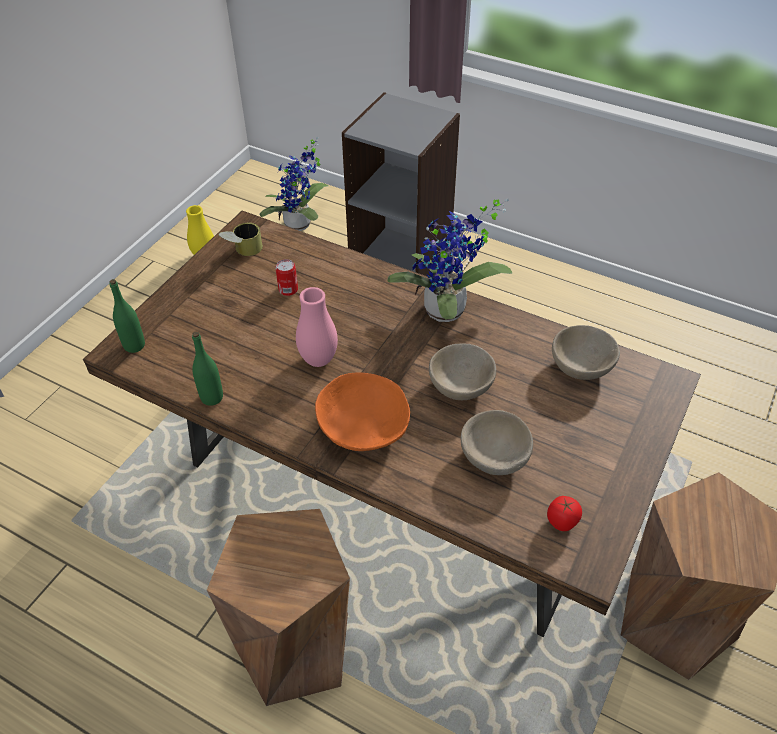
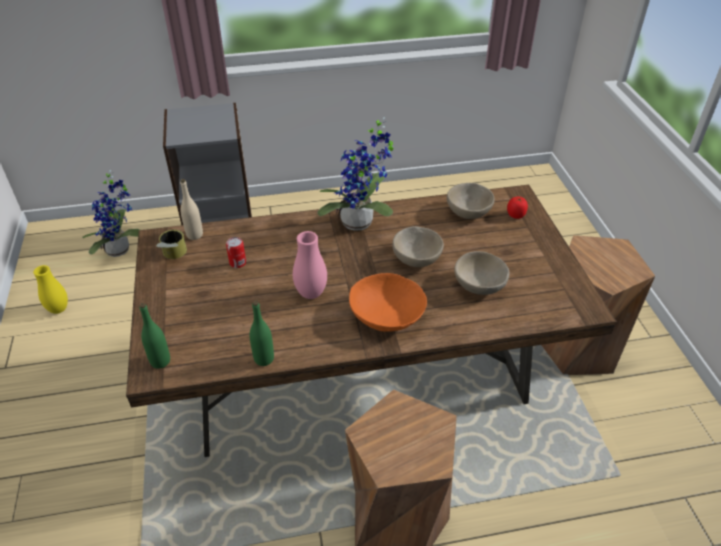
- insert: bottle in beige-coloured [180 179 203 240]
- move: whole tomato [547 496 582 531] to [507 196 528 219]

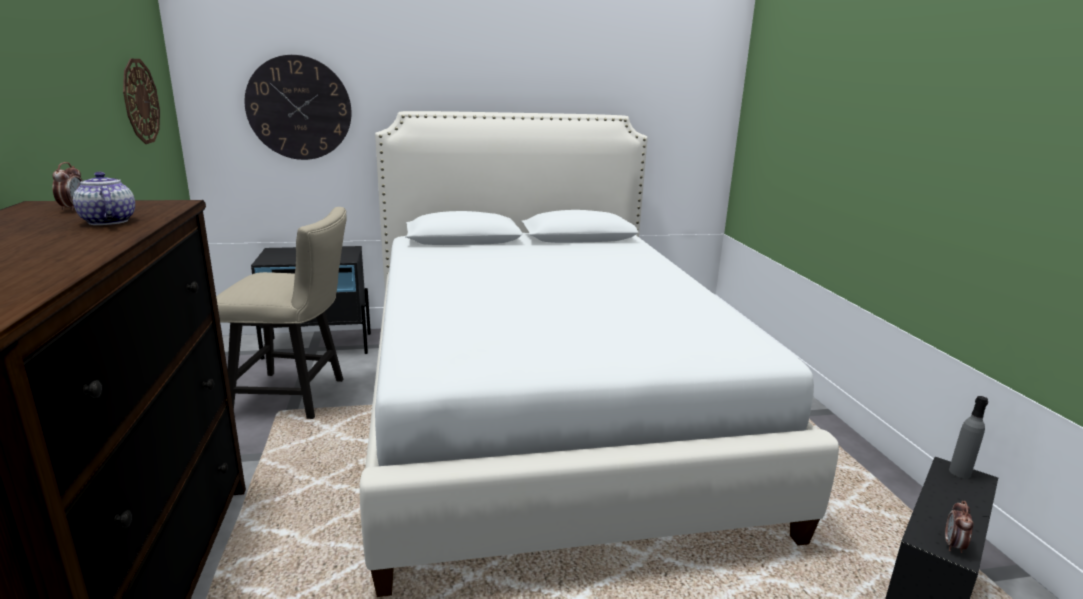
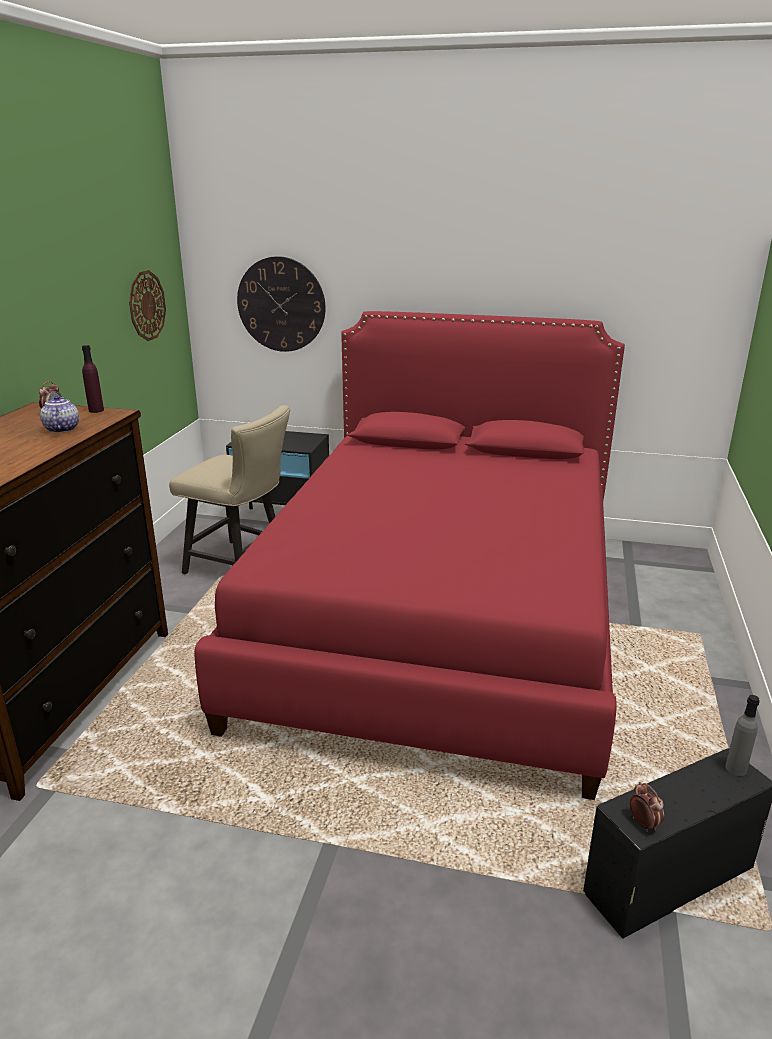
- insert: bottle in purplish [82 345 104 413]
- recolor: bed in white [360 111 839 597] to bed in red [194 311 625 800]
- rotate: table clock [945 501 973 553] = [630 782 664 832] 105 degrees clockwise

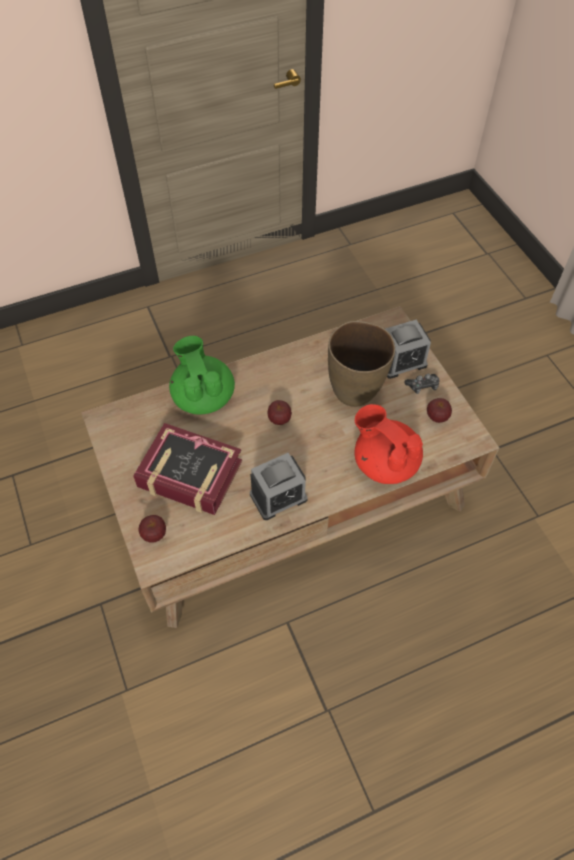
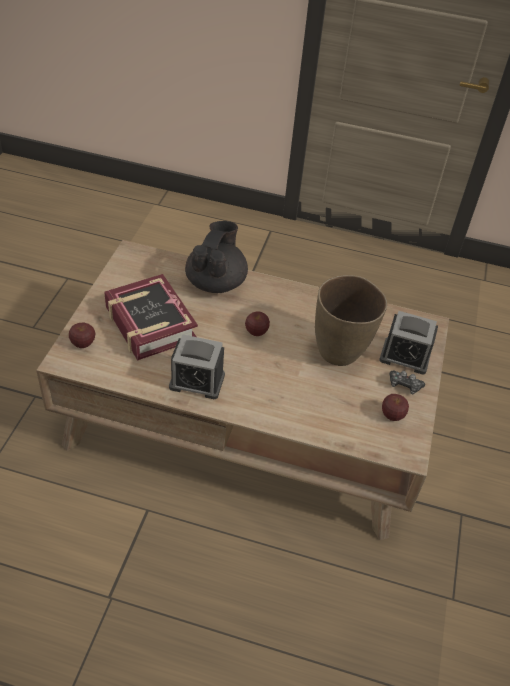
- recolor: tea pot in greenish [169 336 235 414] to tea pot in black-coloured [185 221 248 293]
- delete: tea pot in red [355 404 423 484]

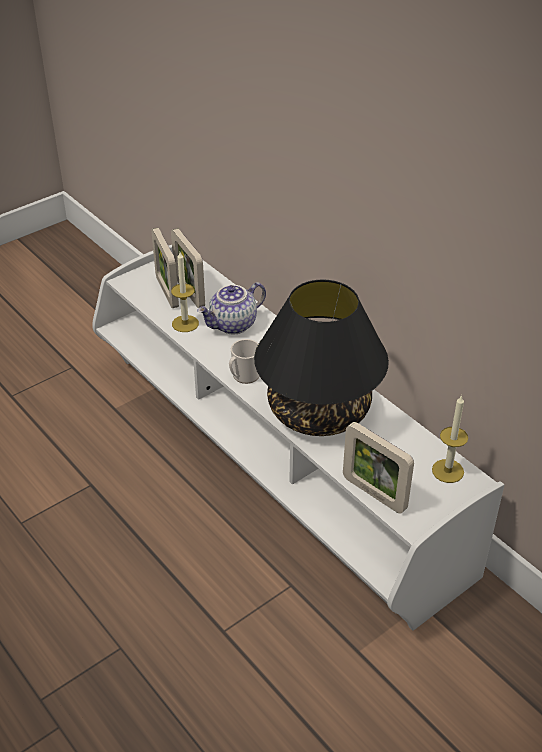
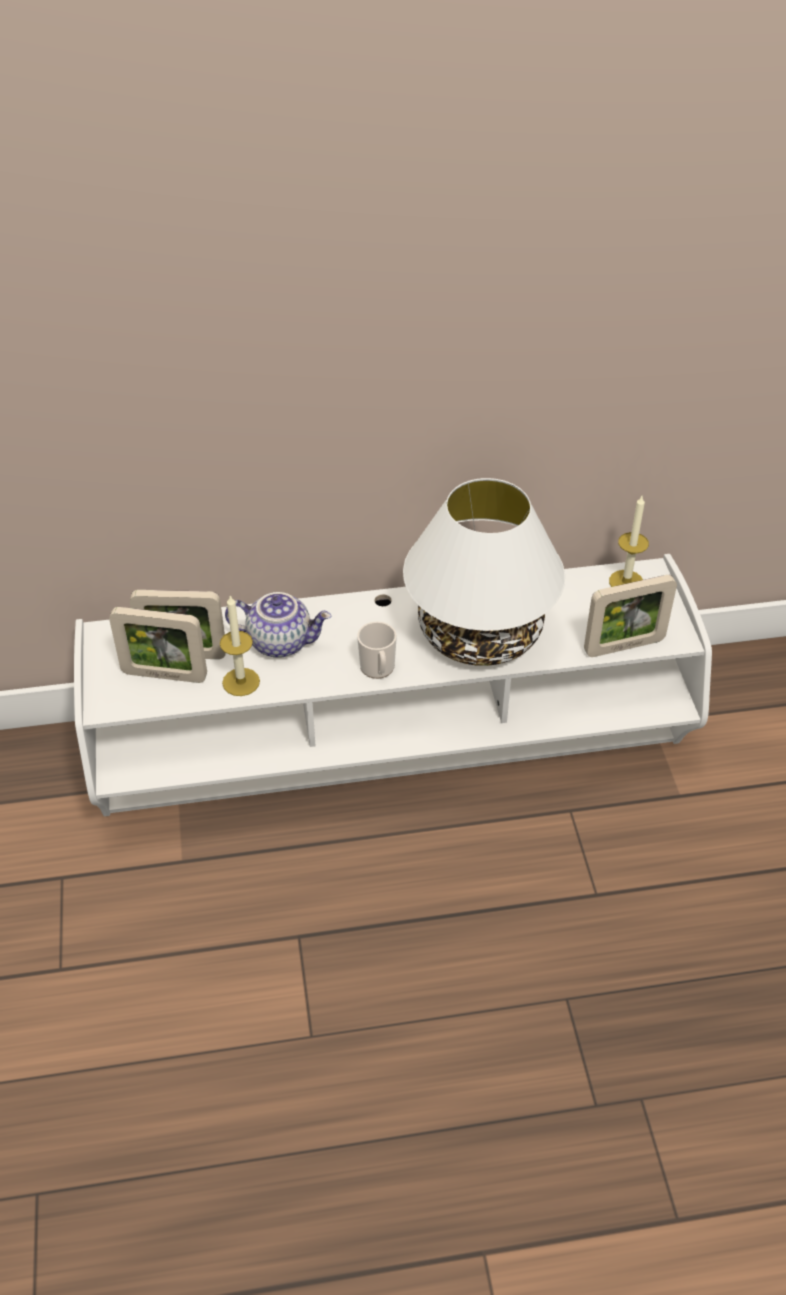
- rotate: tea pot [197 282 266 334] = [225 592 331 658] 75 degrees counterclockwise
- recolor: lamp for a table in black-coloured [254 280 389 436] to lamp for a table in white [403 478 565 666]

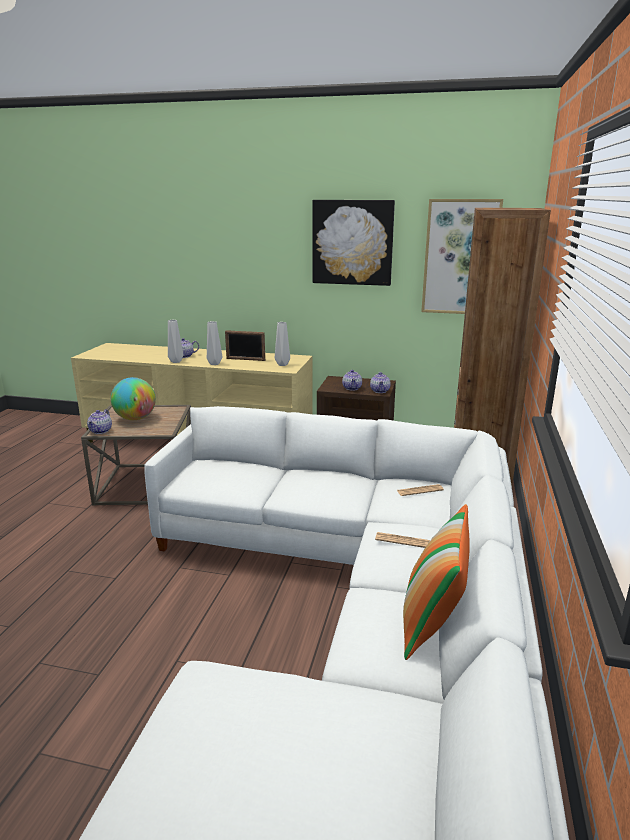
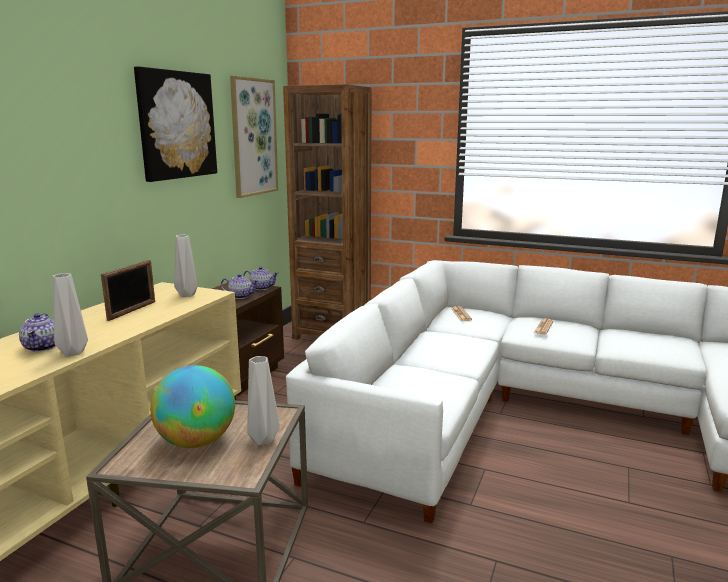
- move: vase in gray [207 321 222 365] to [247 356 280 445]
- delete: tea pot [87 409 112 434]
- delete: pillow [403 504 470 660]

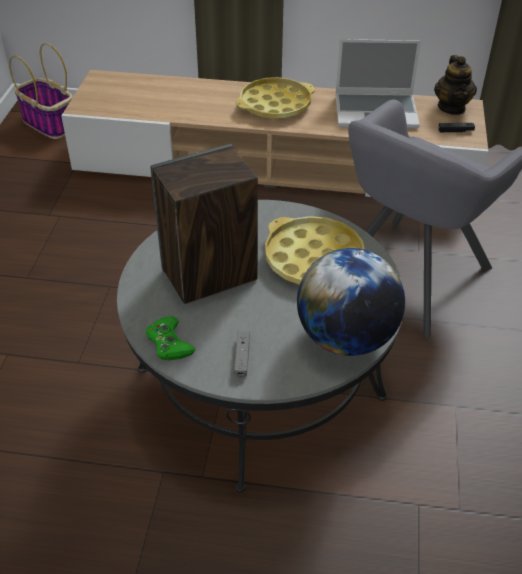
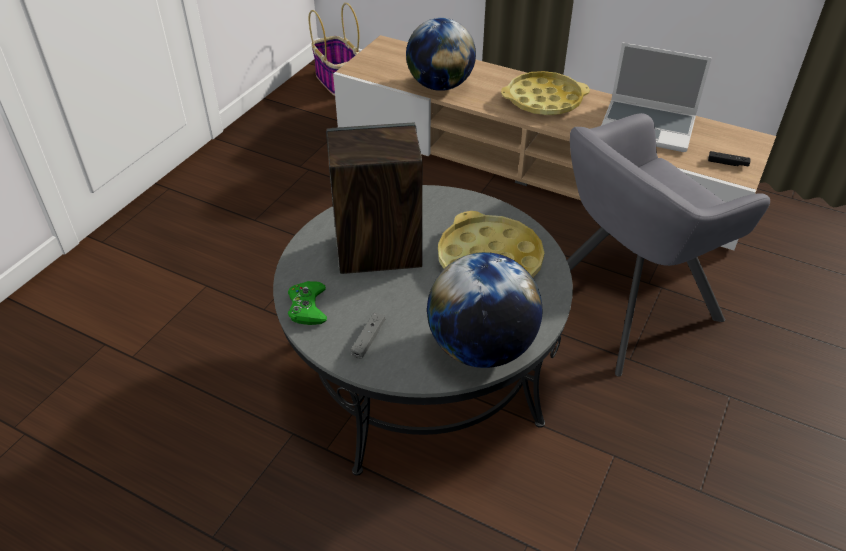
- insert: globe [406 18 476 91]
- delete: tea pot [434 55 477 115]

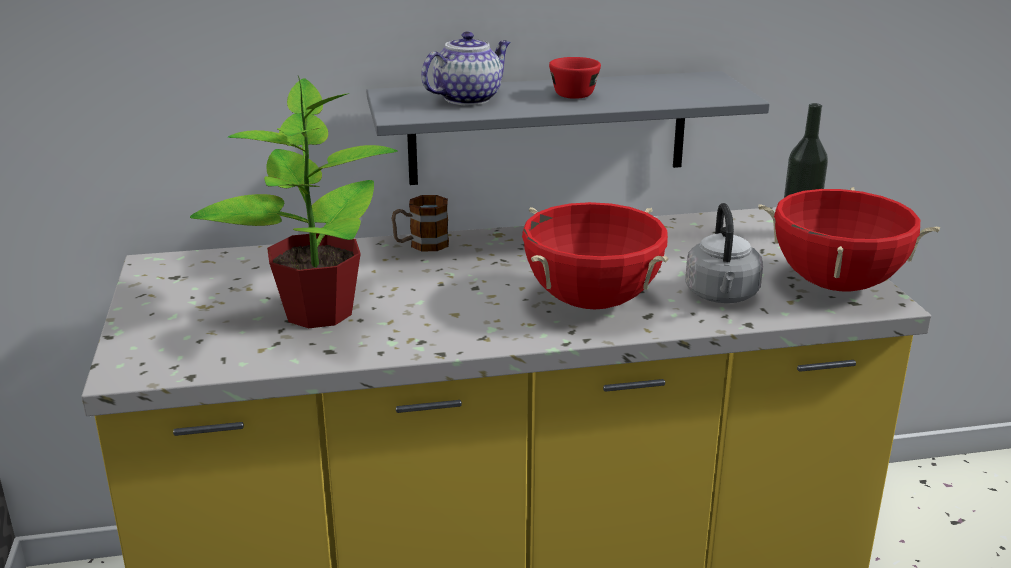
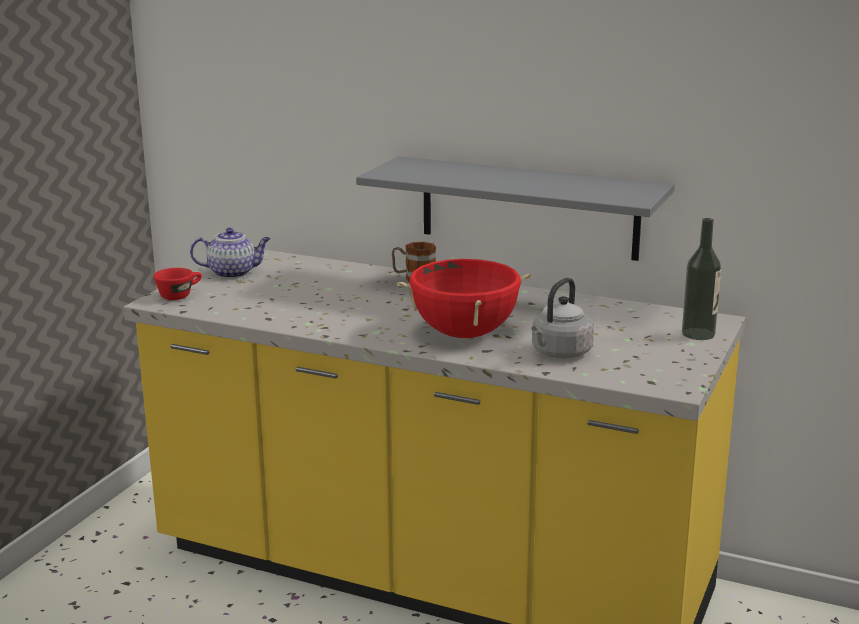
- move: cup in red [549 57 601 99] to [154 268 202 300]
- move: tea pot [421 31 511 105] to [190 228 271 278]
- delete: houseplant [190 76 398 328]
- delete: stockpot in red [758 187 940 291]

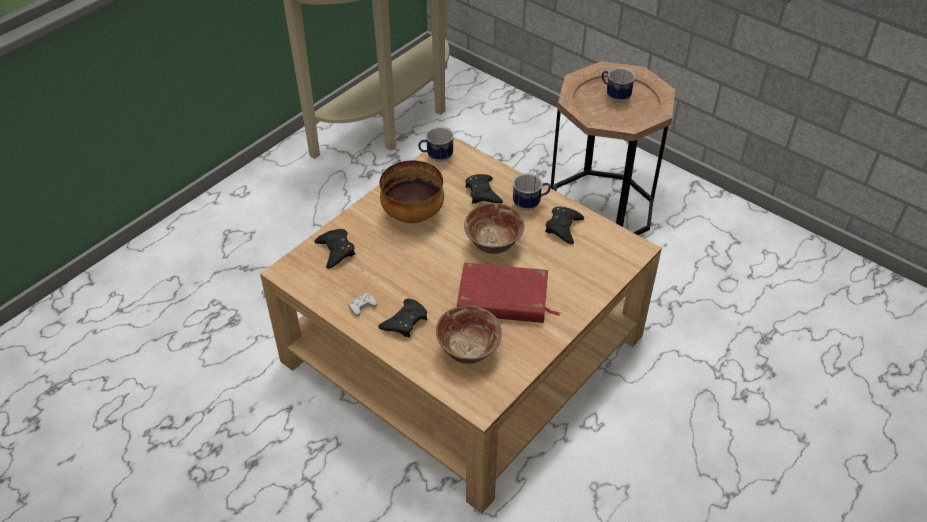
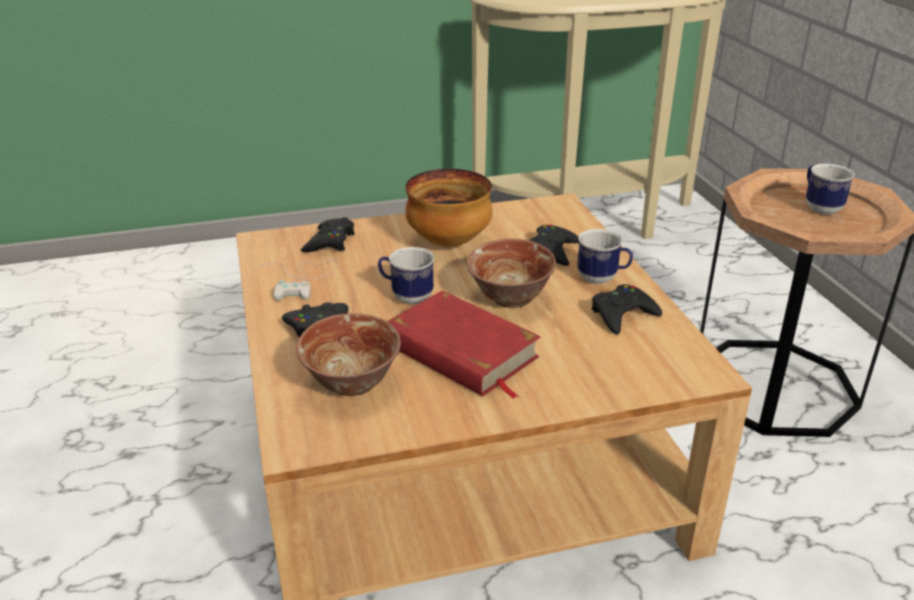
- move: tea mug [418 126 454 162] to [378 247 434 304]

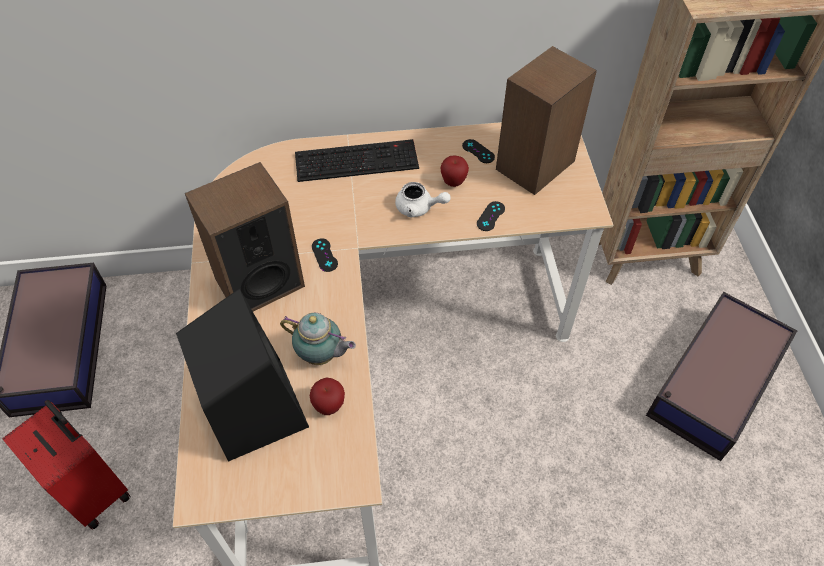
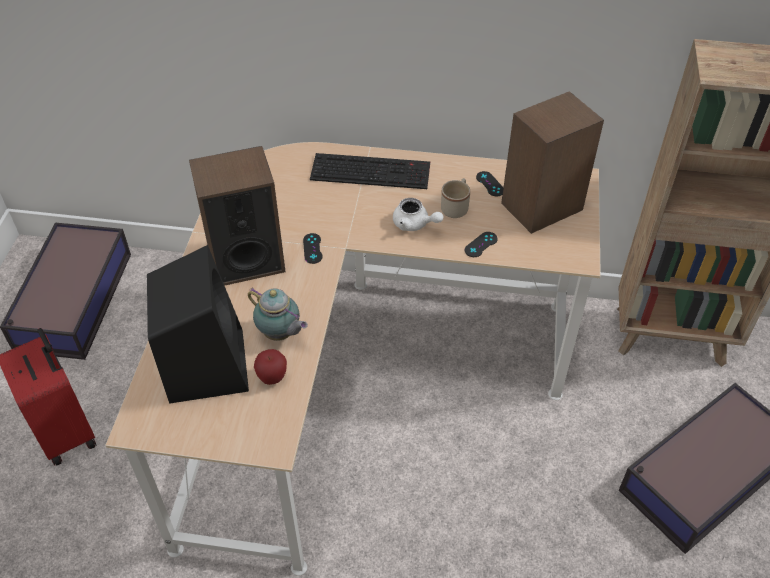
- replace: whole apple [441 155 469 187] to tea mug in beige-coloured [441 178 470 218]

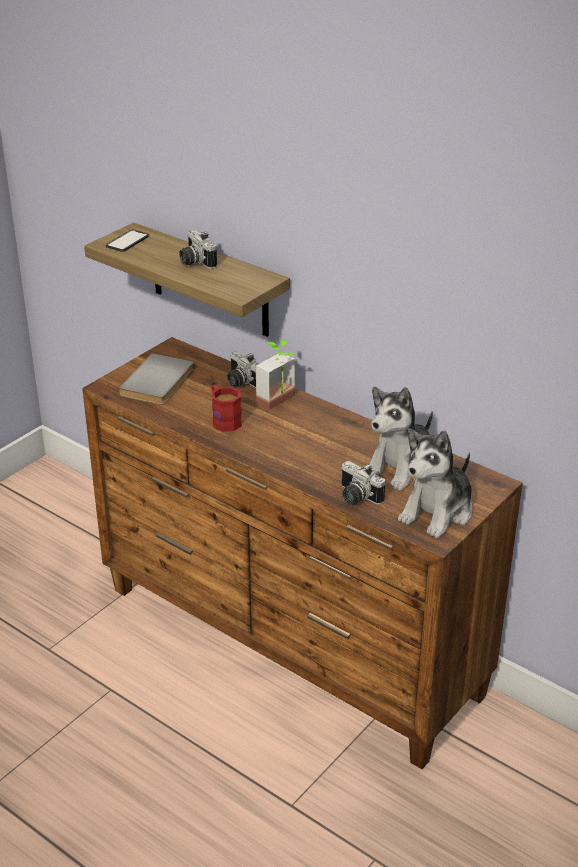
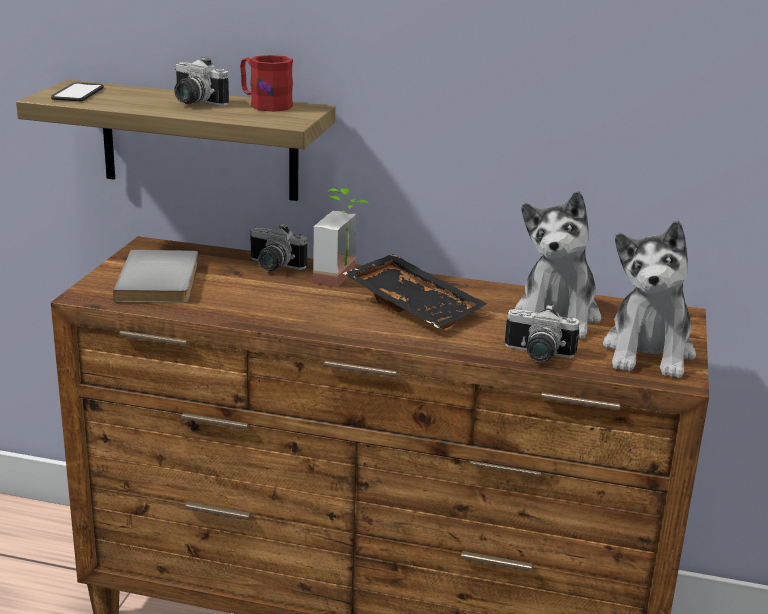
- move: tea mug in red [211 385 242 432] to [240 55 293 112]
- insert: serving tray in black-coloured [343 254 487 329]

